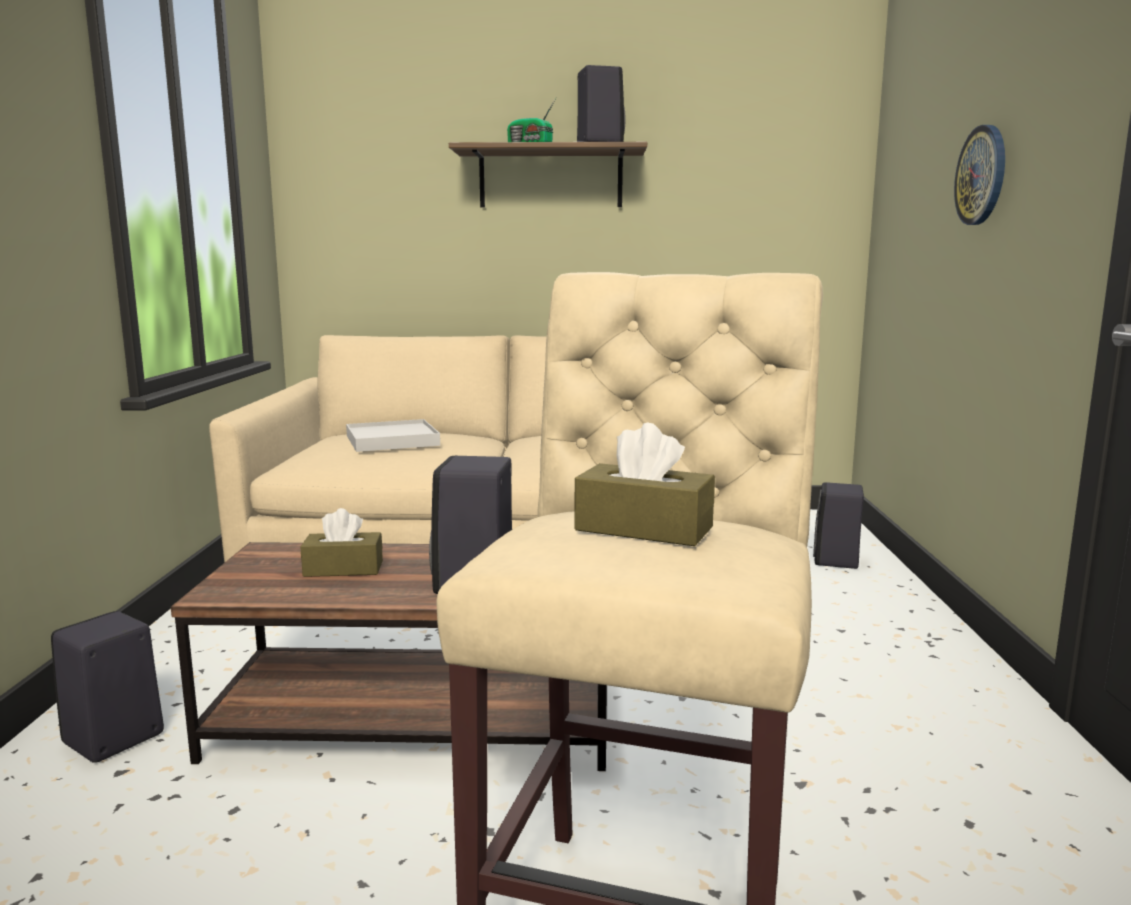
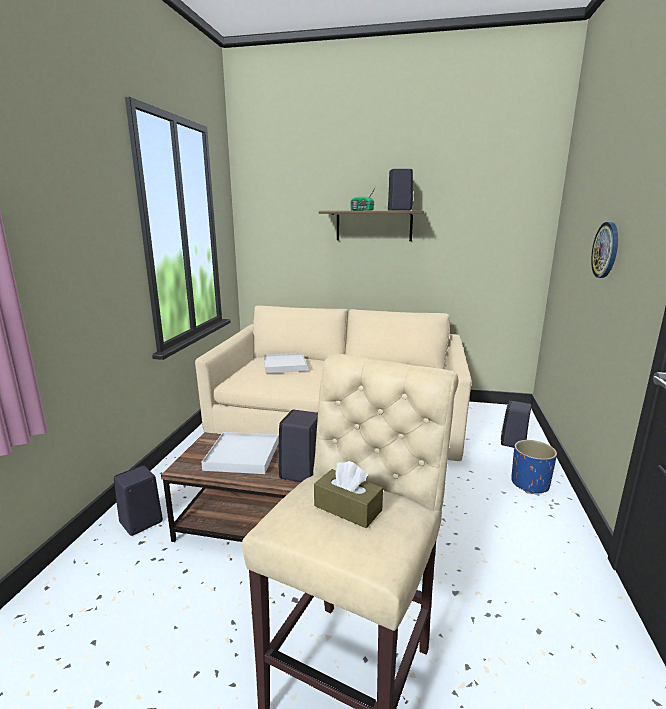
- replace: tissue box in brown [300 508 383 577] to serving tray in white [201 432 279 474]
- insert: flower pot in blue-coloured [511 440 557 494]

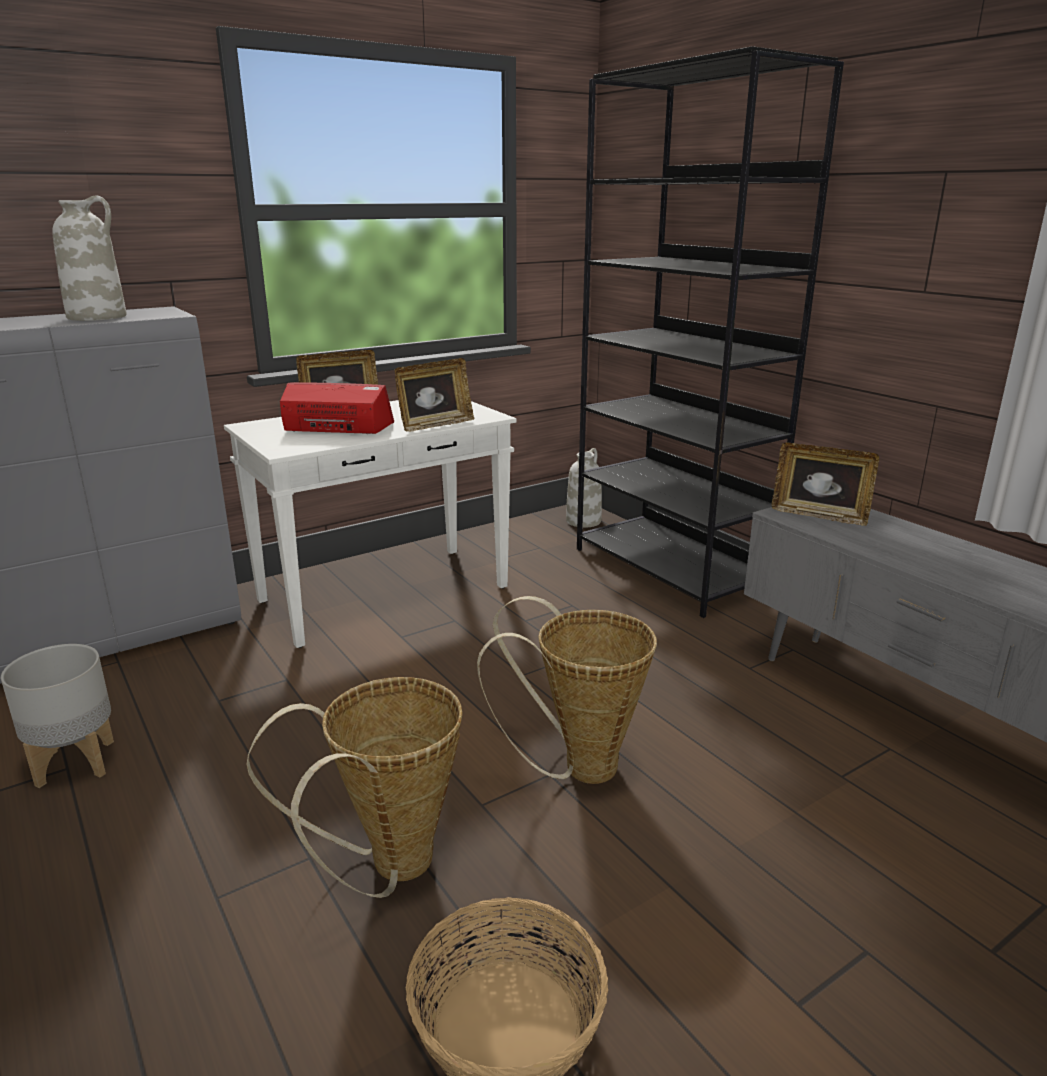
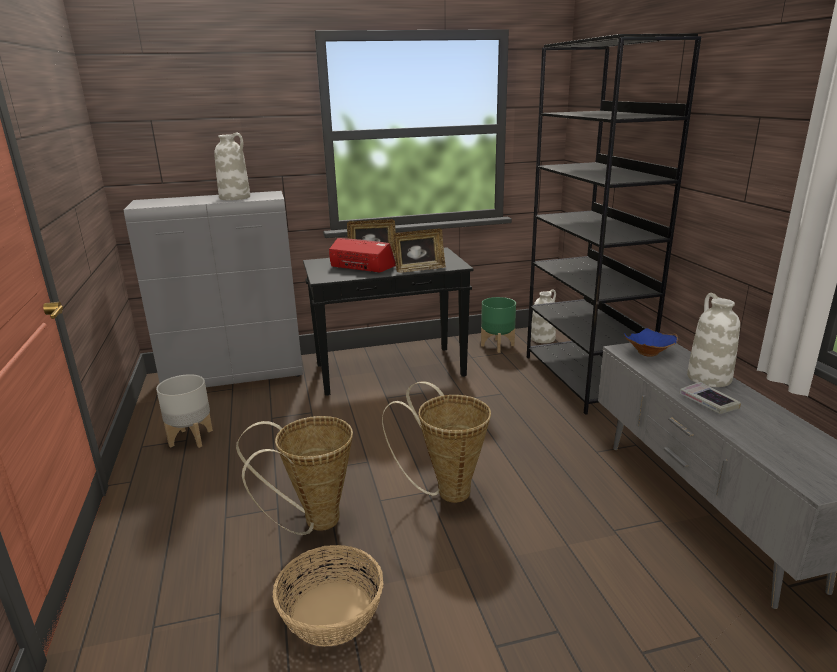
- recolor: console table in white [224 400 516 648] to console table in black-coloured [303 247 473 396]
- insert: flower pot in greenish [481 297 516 353]
- replace: standing frame [772 443 879 526] to bowl in blue-coloured [624 328 678 357]
- insert: book [679 382 741 414]
- insert: vase in white [687 293 740 387]

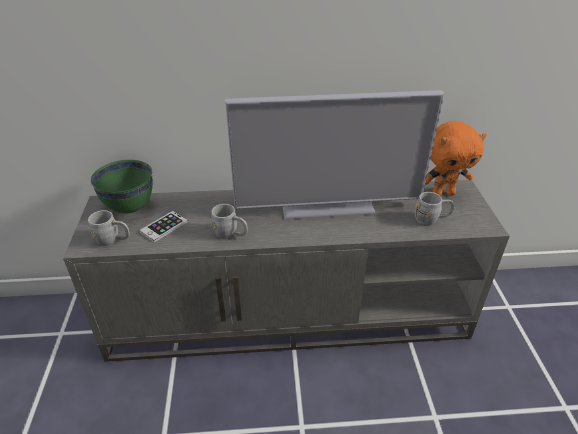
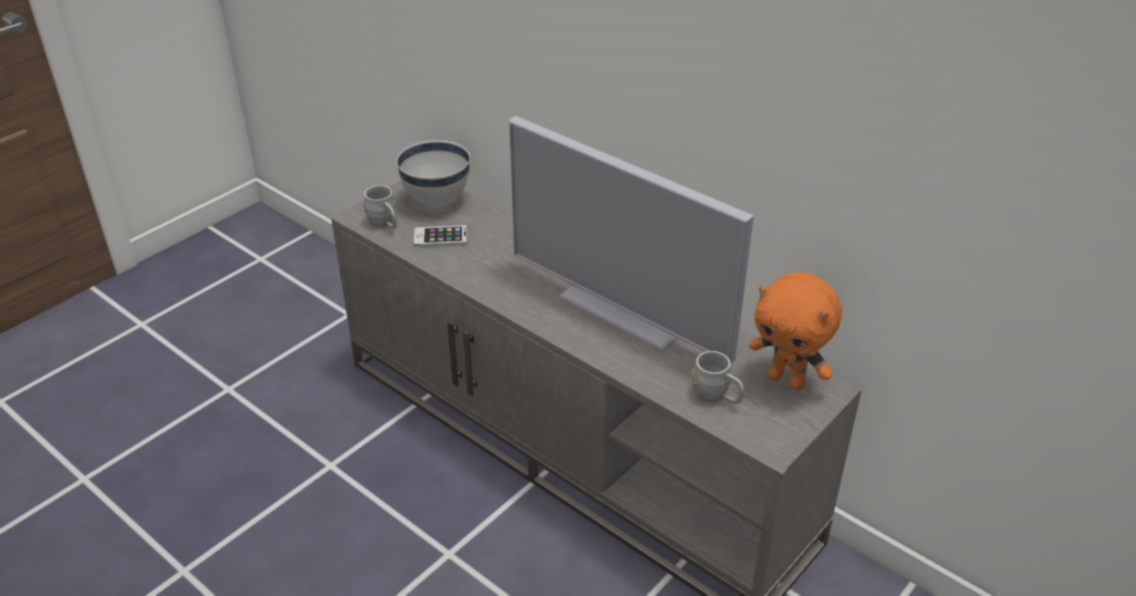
- recolor: bowl in greenish [91 160 153 213] to bowl in white [396 140 470 207]
- delete: tea mug in gray [211 204 248 239]

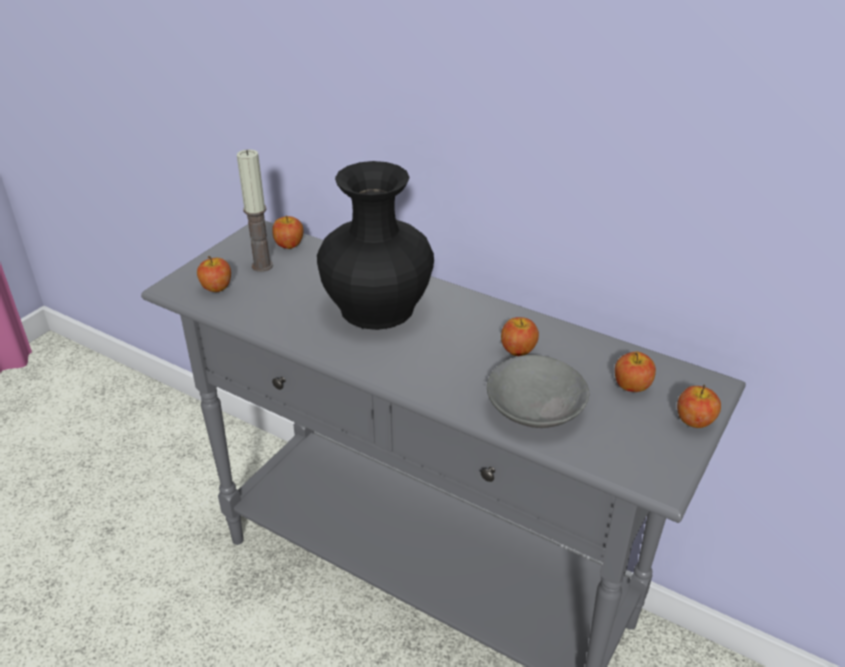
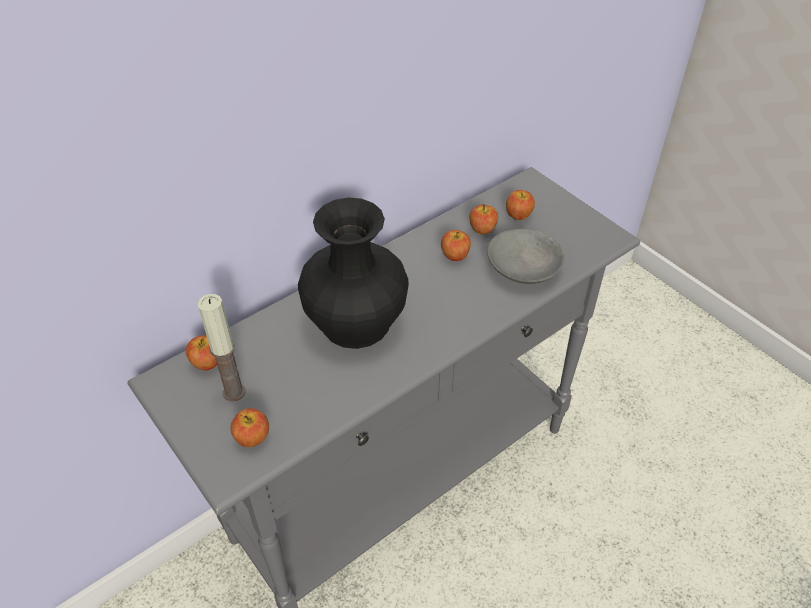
- move: whole apple [677 385 721 428] to [469 204 498 234]

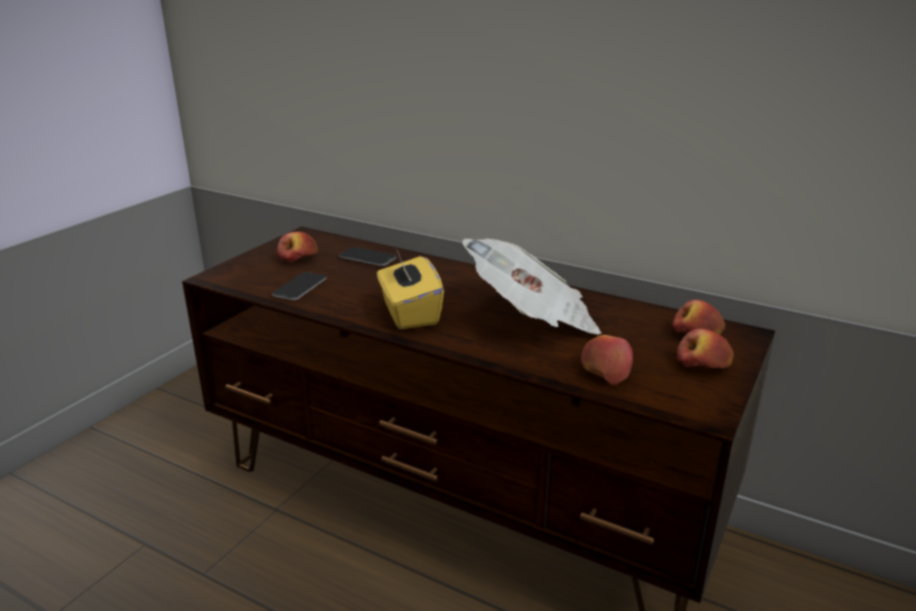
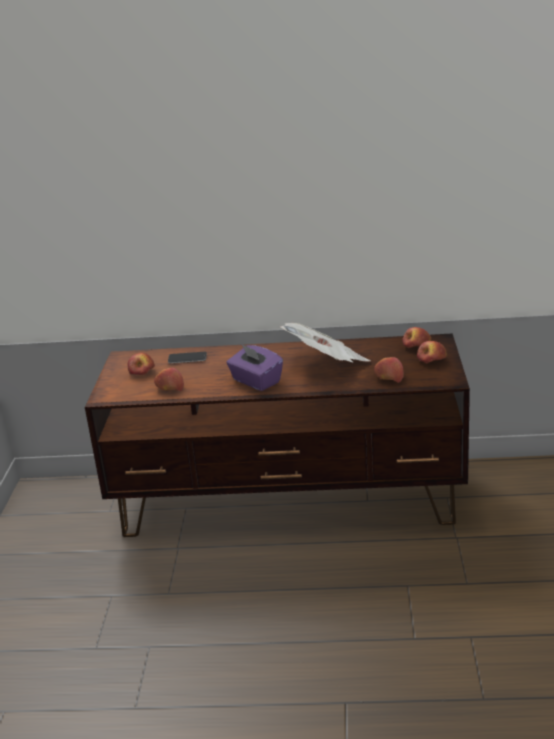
- replace: handset [272 272 326 301] to whole apple [154 368 184 391]
- recolor: tissue box in yellow [377 250 444 329] to tissue box in purplish [226 344 283 391]

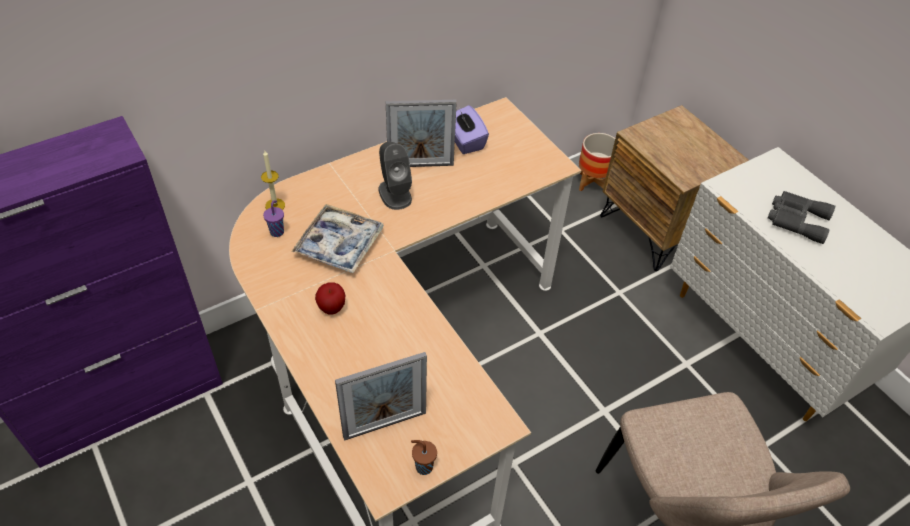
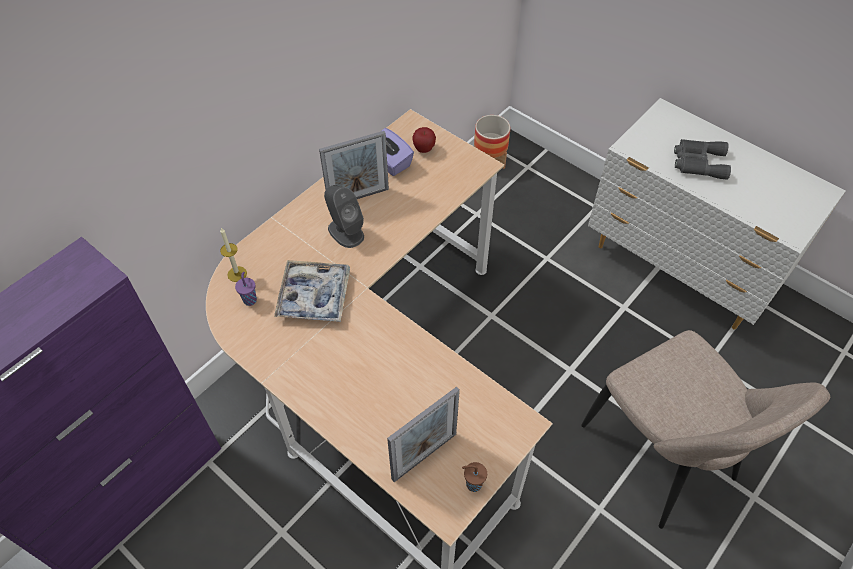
- move: whole apple [315 282 345 315] to [412 127 436 153]
- delete: bedside table in brown [600 105 749 271]

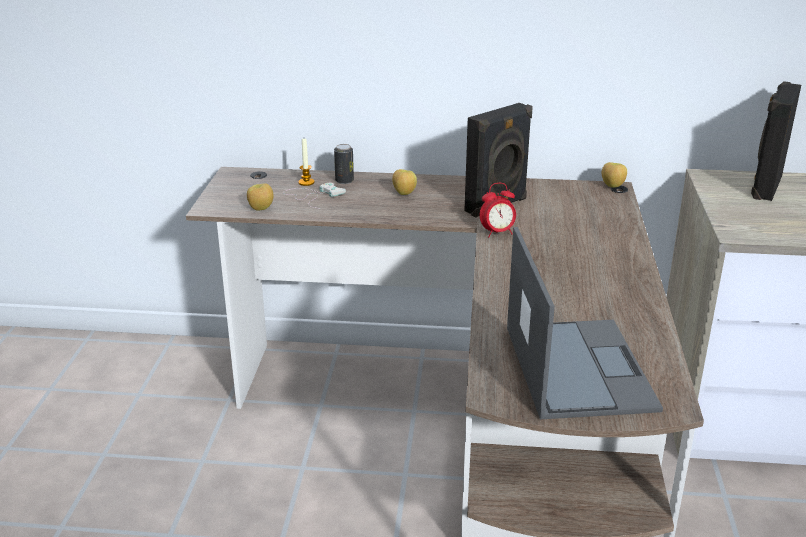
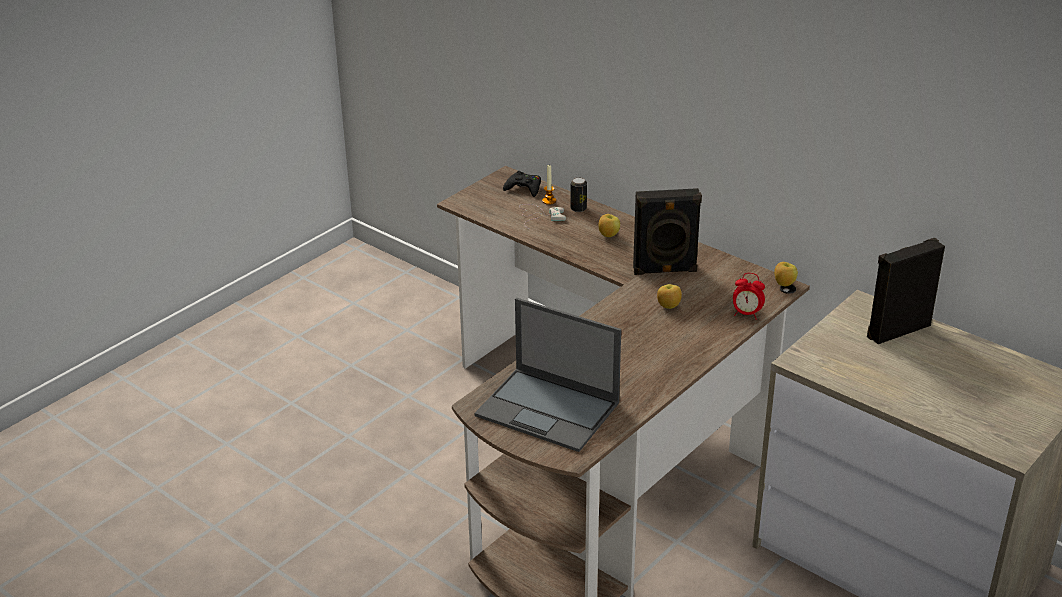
- rotate: notebook computer [507 227 663 420] = [475 298 621 452] 90 degrees clockwise
- insert: game controller in black-coloured [503 171 541 197]
- move: whole apple [247 183 274 211] to [657 284 682 309]
- move: table clock [480 183 516 237] to [733 273 765 320]

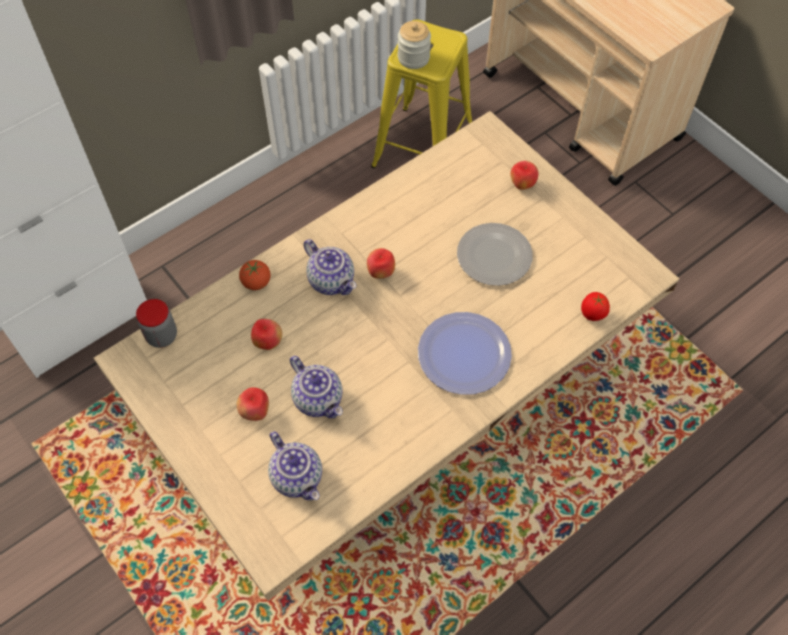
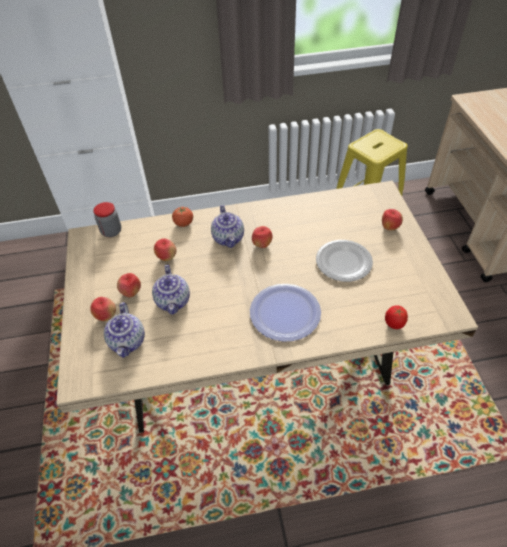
- insert: whole apple [90 297 116 321]
- delete: jar [398 21 431 69]

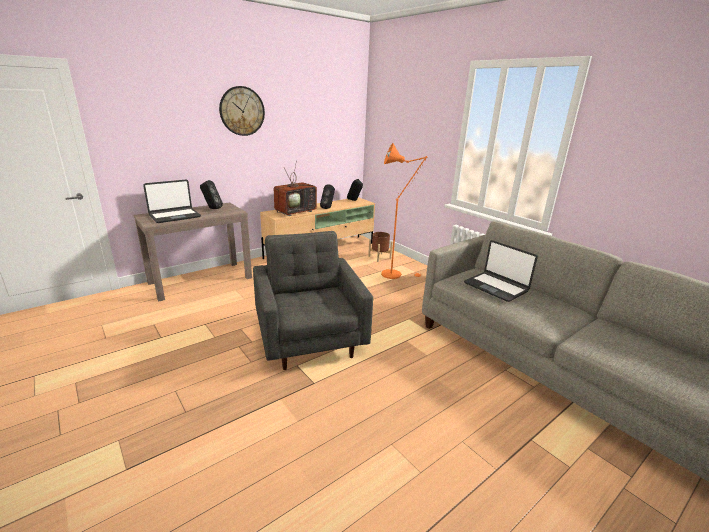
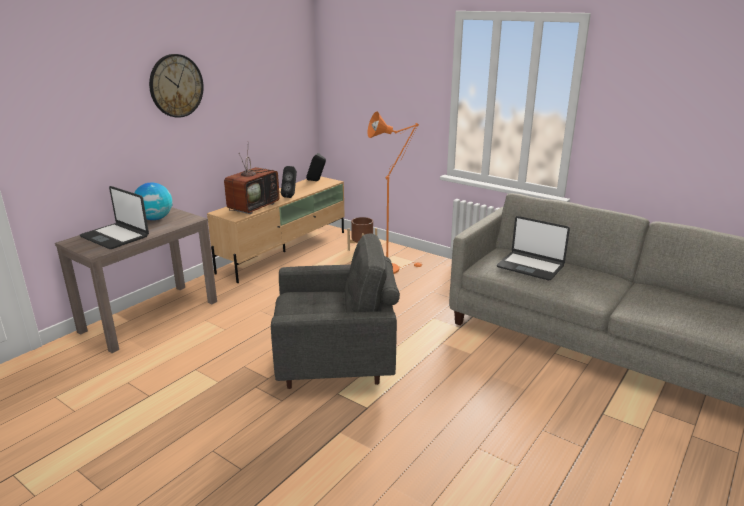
- rotate: notebook computer [143 180 201 223] = [80 186 149 249] 90 degrees clockwise
- replace: audio speaker in black-coloured [200 180 223 209] to globe [134 182 173 220]
- rotate: lounge chair in gray [253 231 373 370] = [271 233 400 389] 120 degrees clockwise

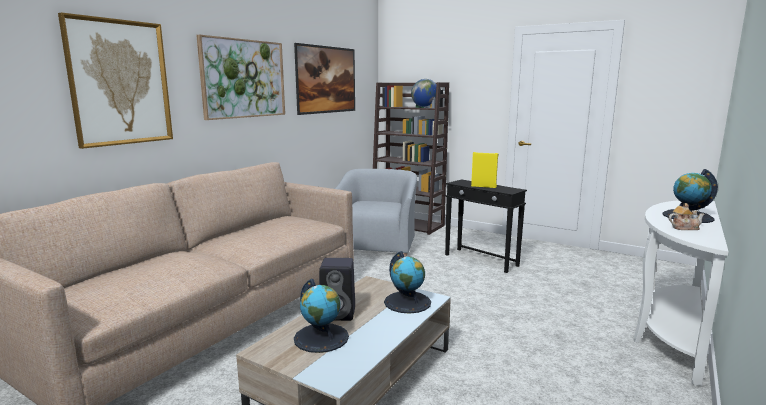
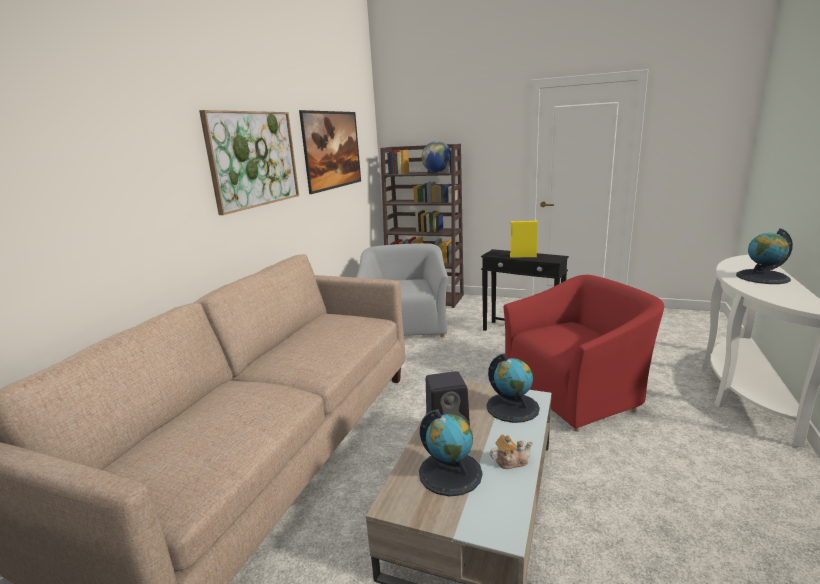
- move: tea pot [669 203 705 230] to [490 434 533 469]
- insert: lounge chair in red [503 274 664 432]
- delete: picture [58 12 173 149]

